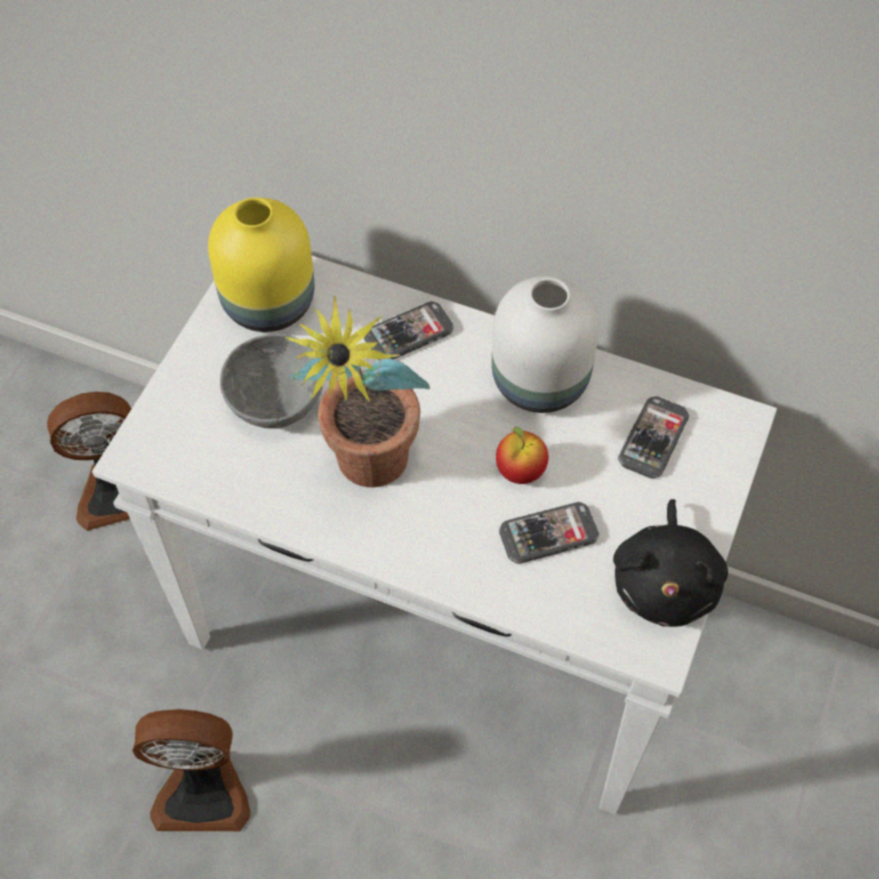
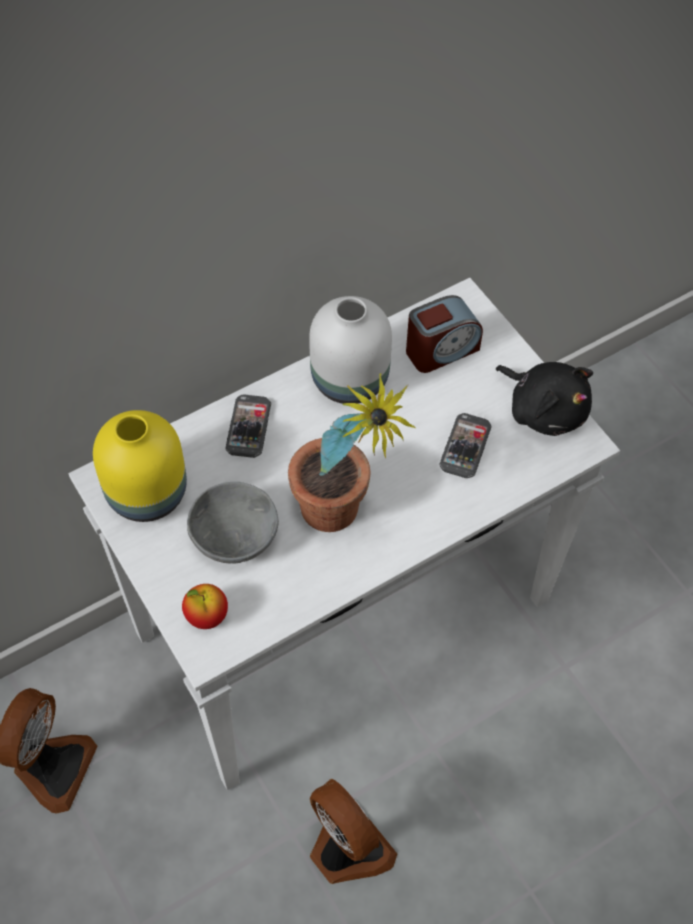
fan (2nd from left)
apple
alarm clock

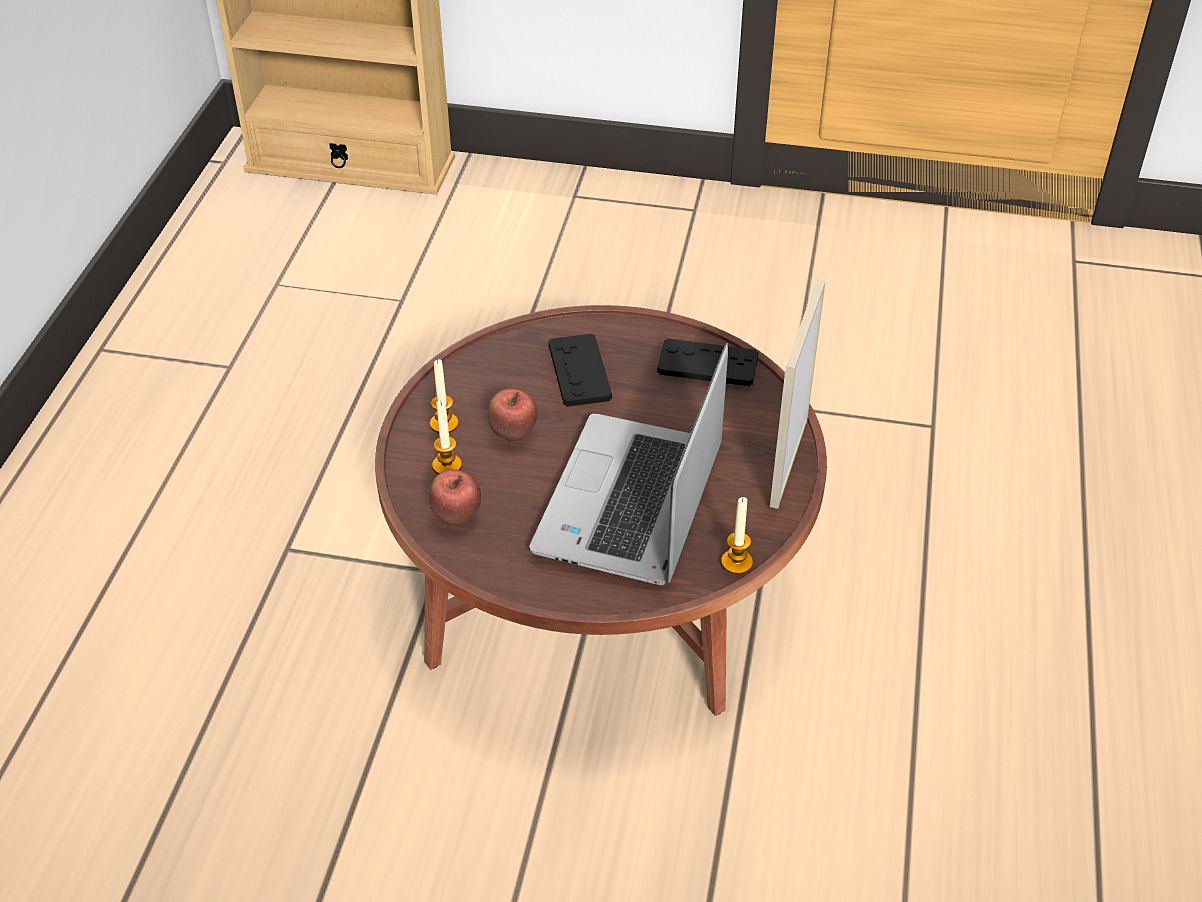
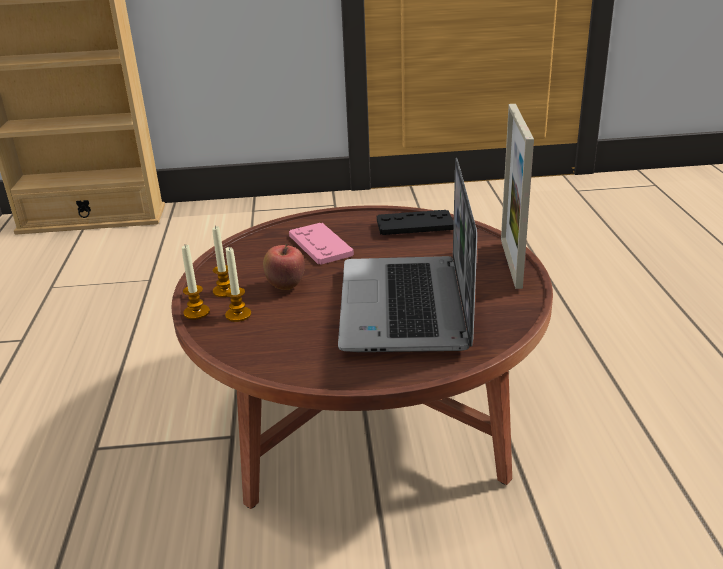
apple (1st from left in the first image)
game controller/pink
candle (1st from left)

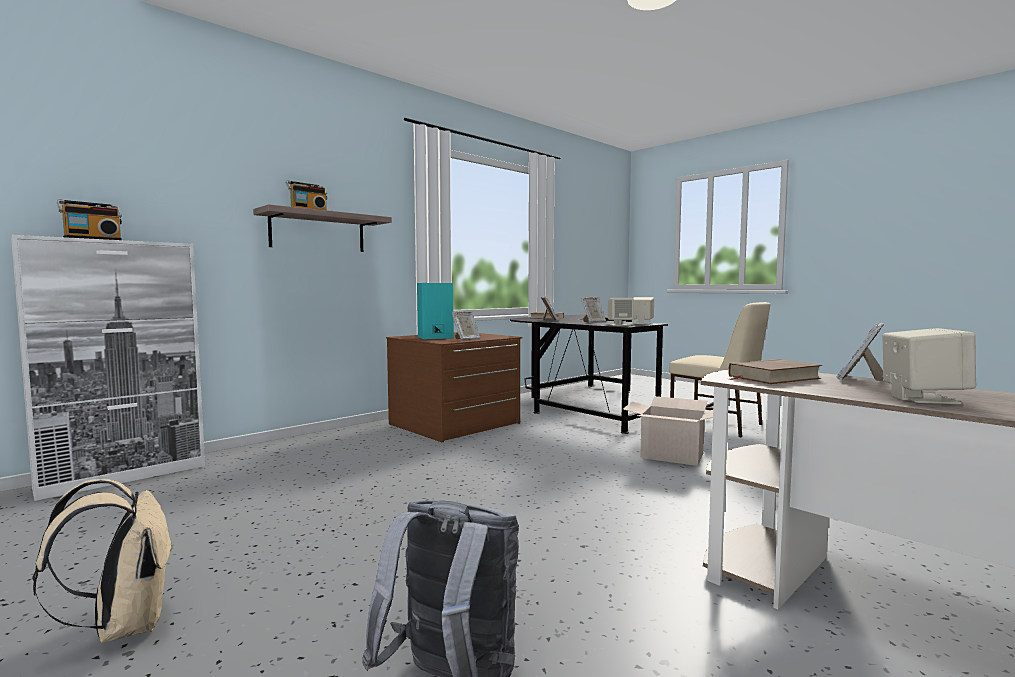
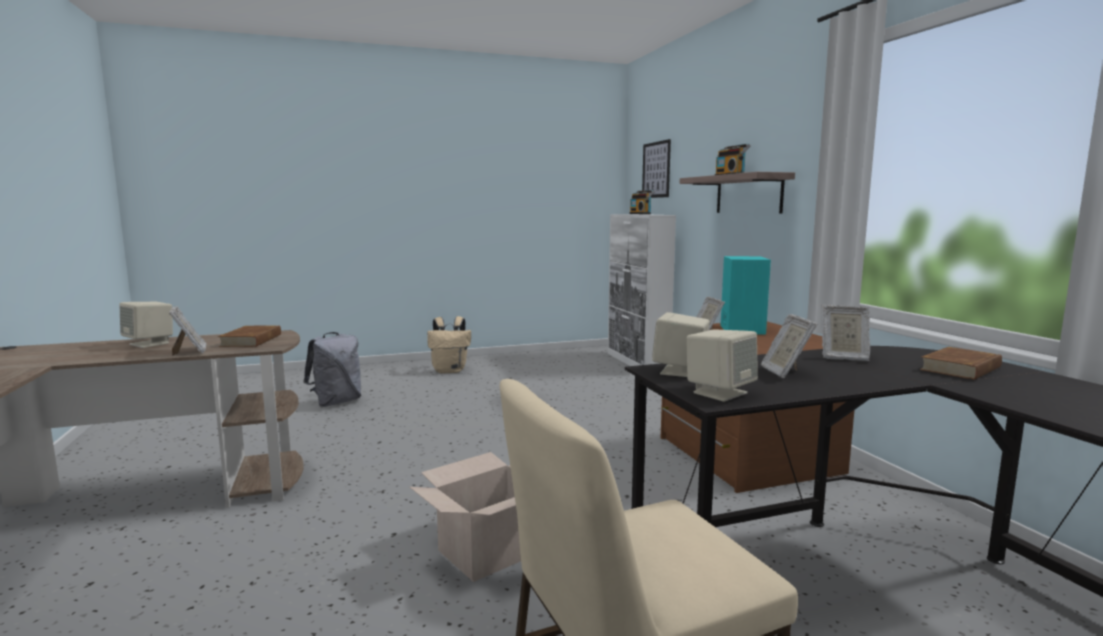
picture

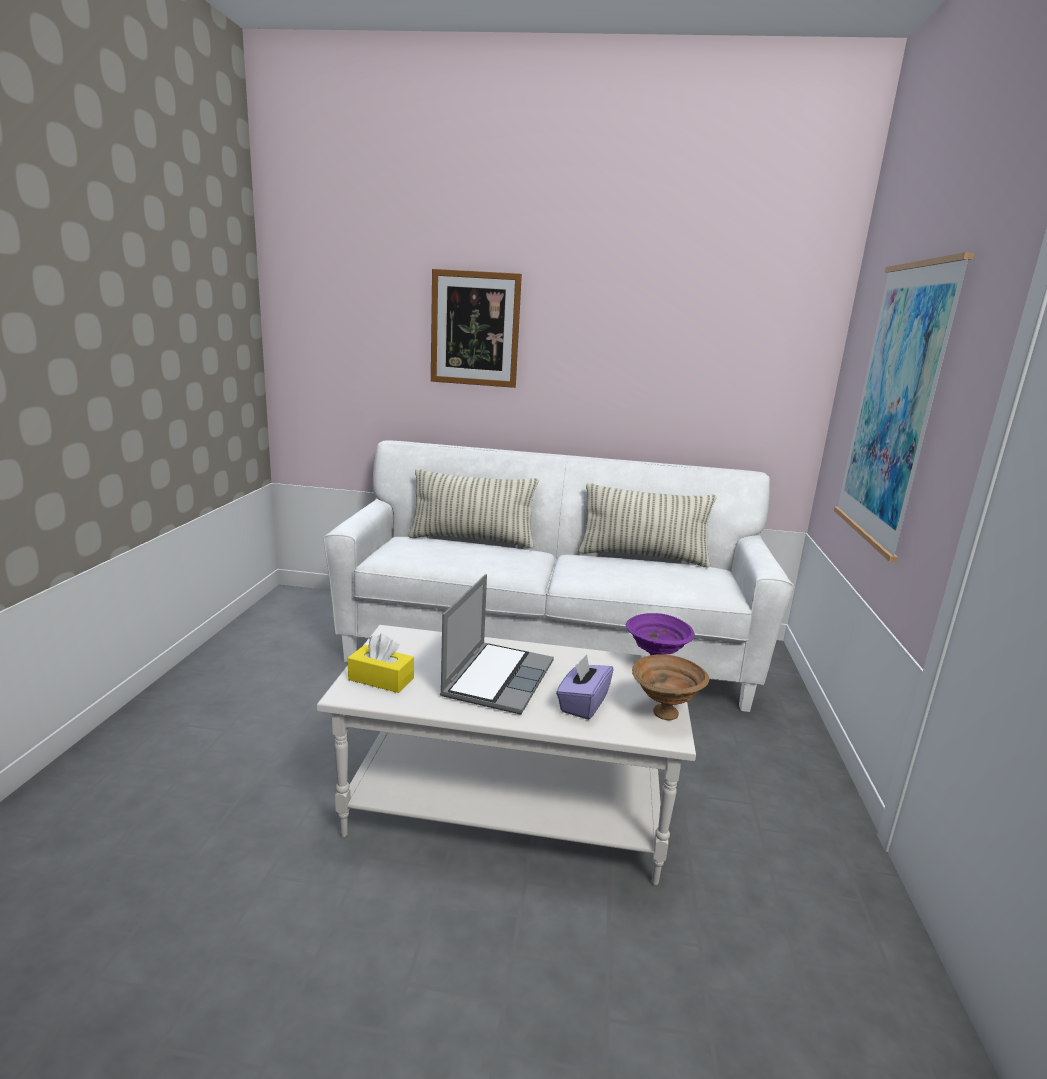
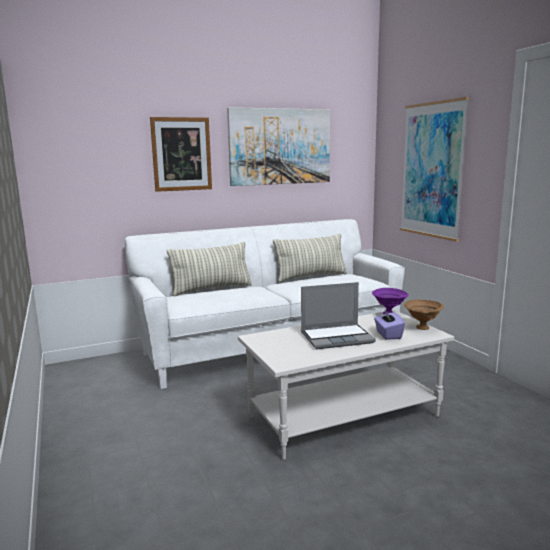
tissue box/yellow
laptop
picture (2nd from left)

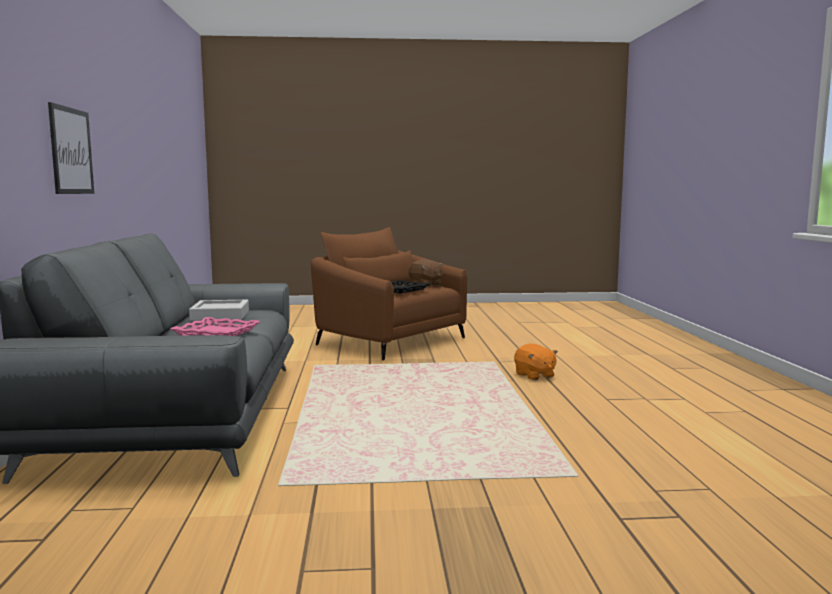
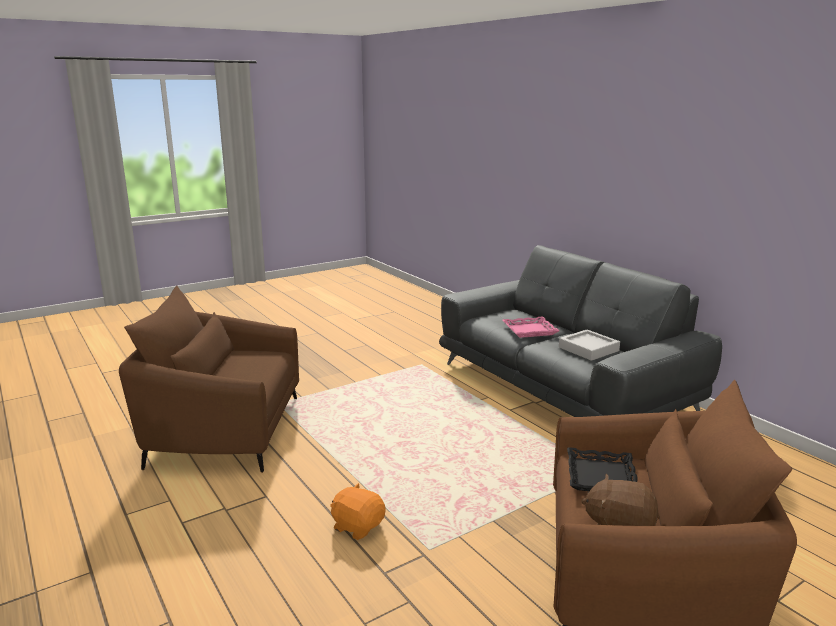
picture
armchair/brown (1st from left)

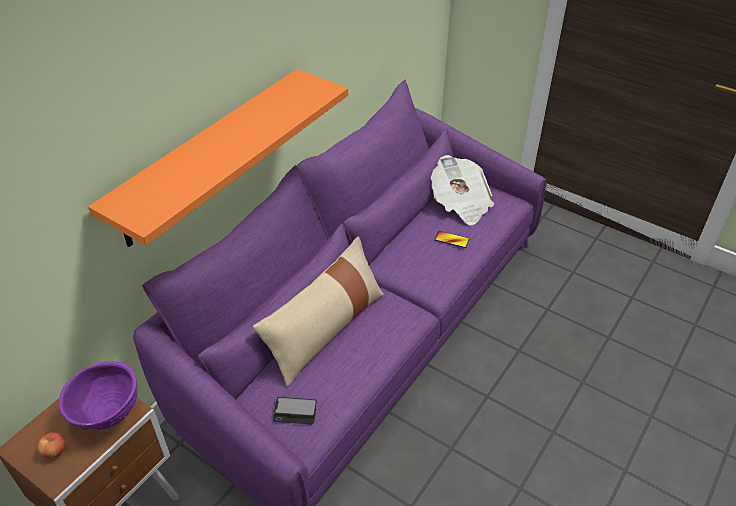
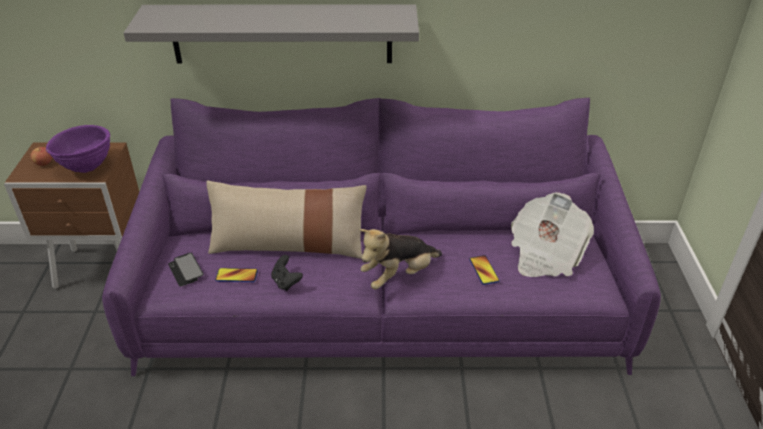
shelf/grey
phone (2nd from left)
game controller/black
plush toy

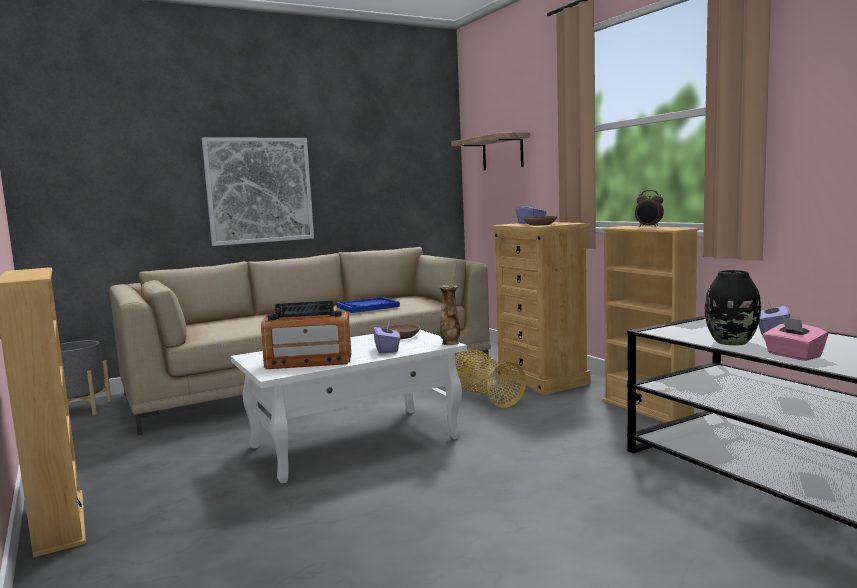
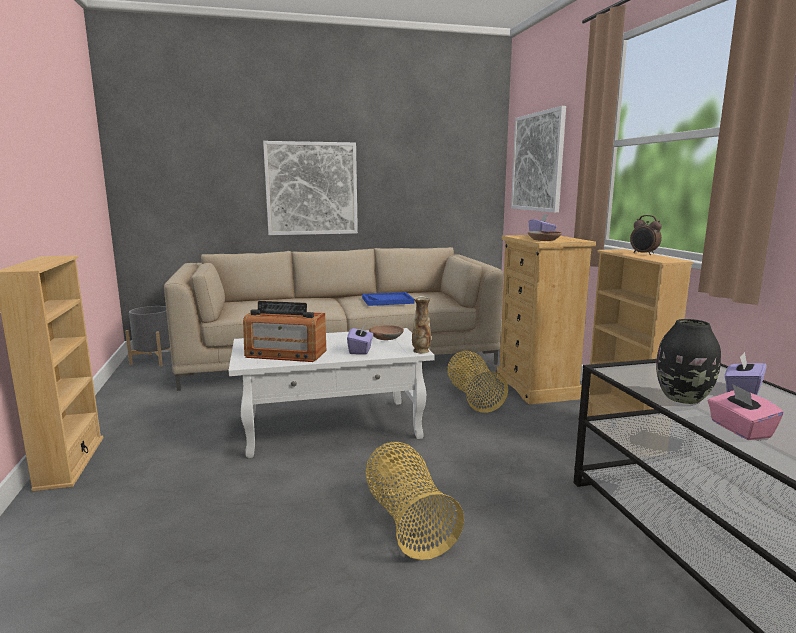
picture (2nd from left)
basket (1st from left)

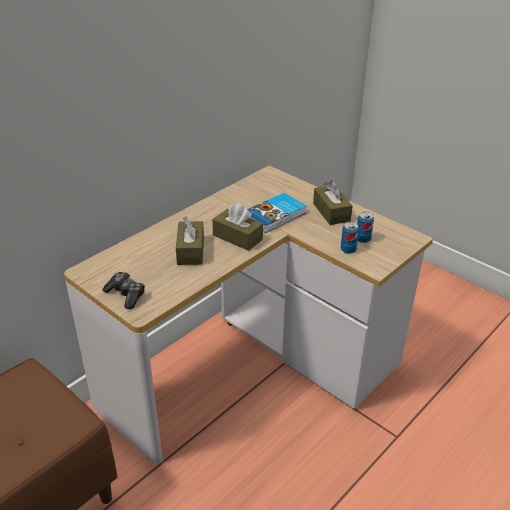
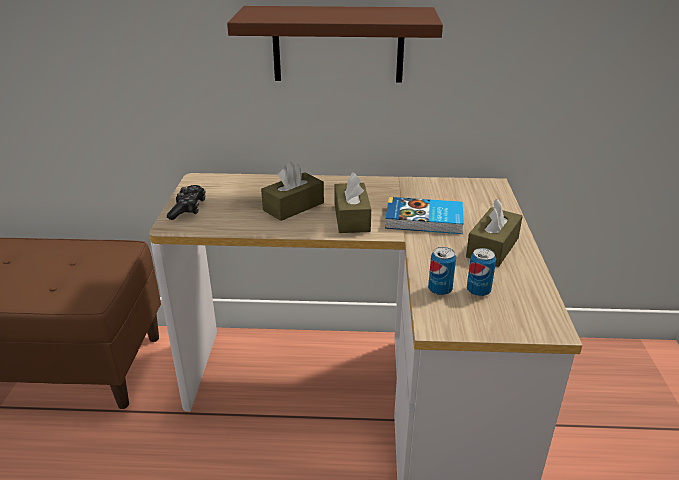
shelf/brown

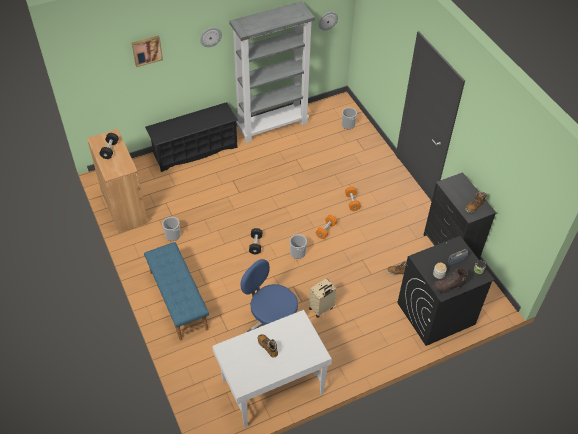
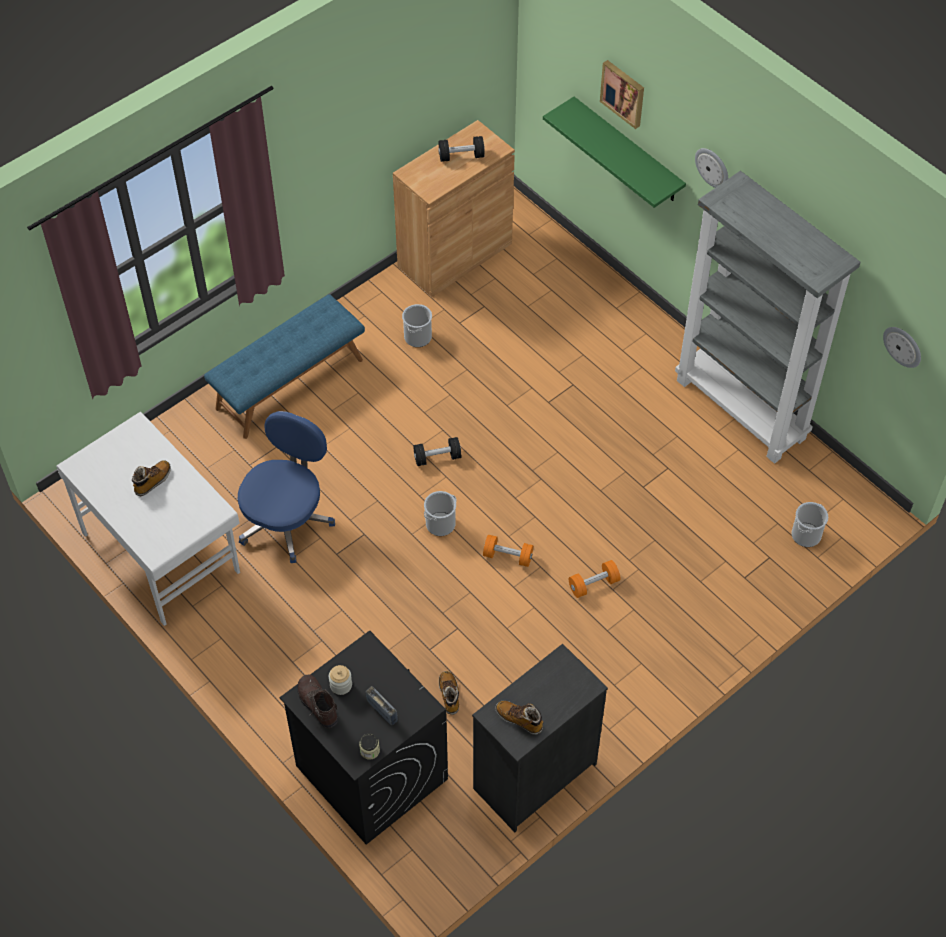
shoe rack/black
suitcase/beige
shelf/green

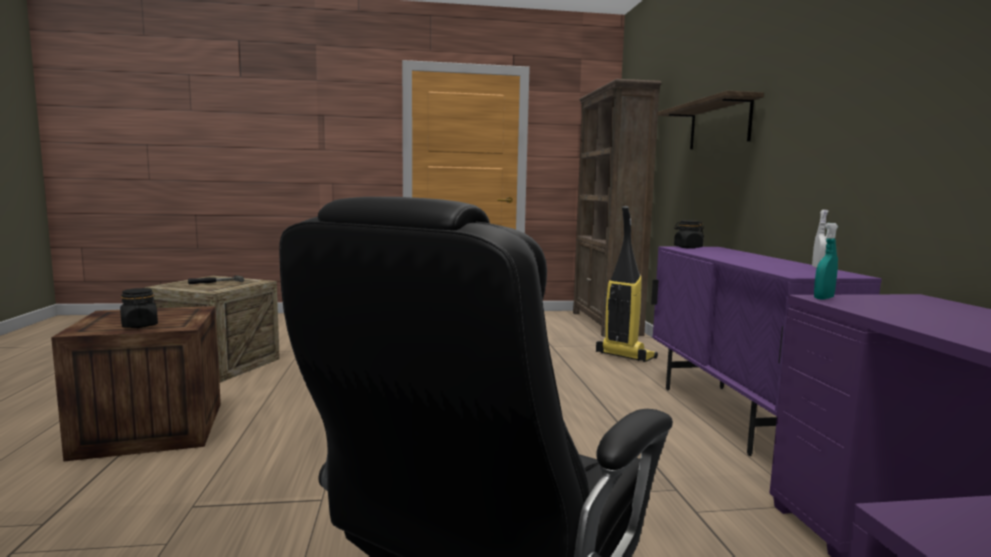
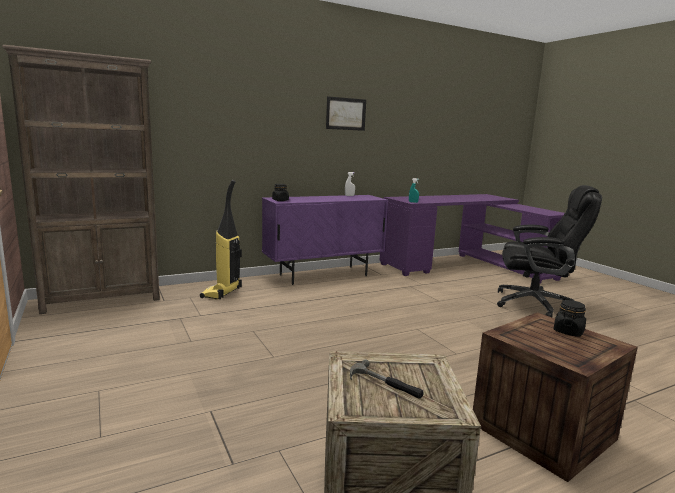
shelf
picture

